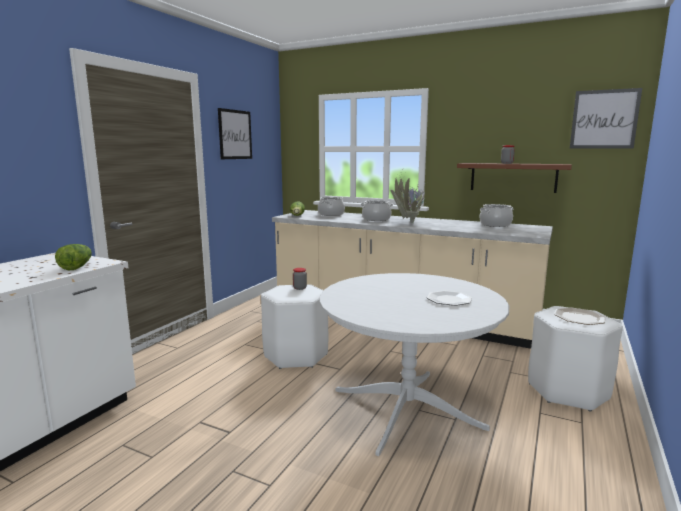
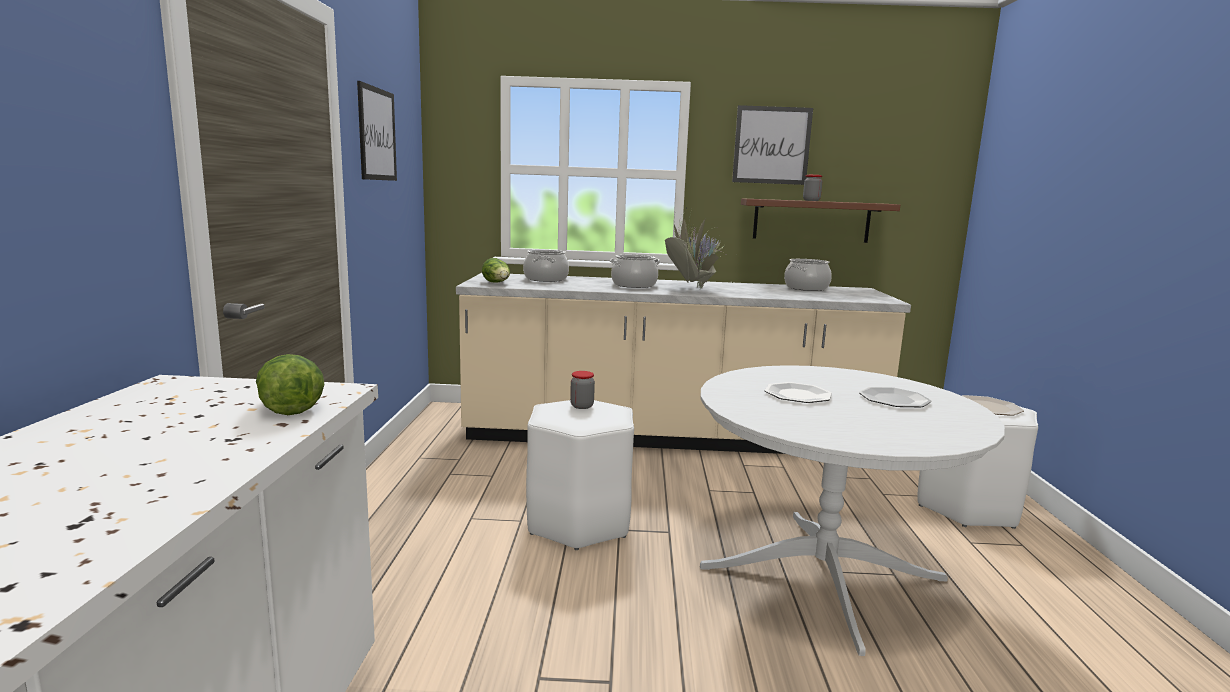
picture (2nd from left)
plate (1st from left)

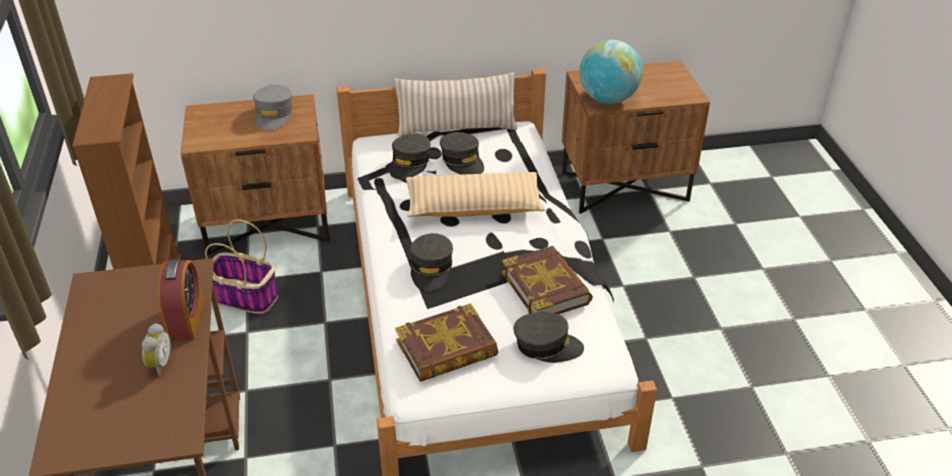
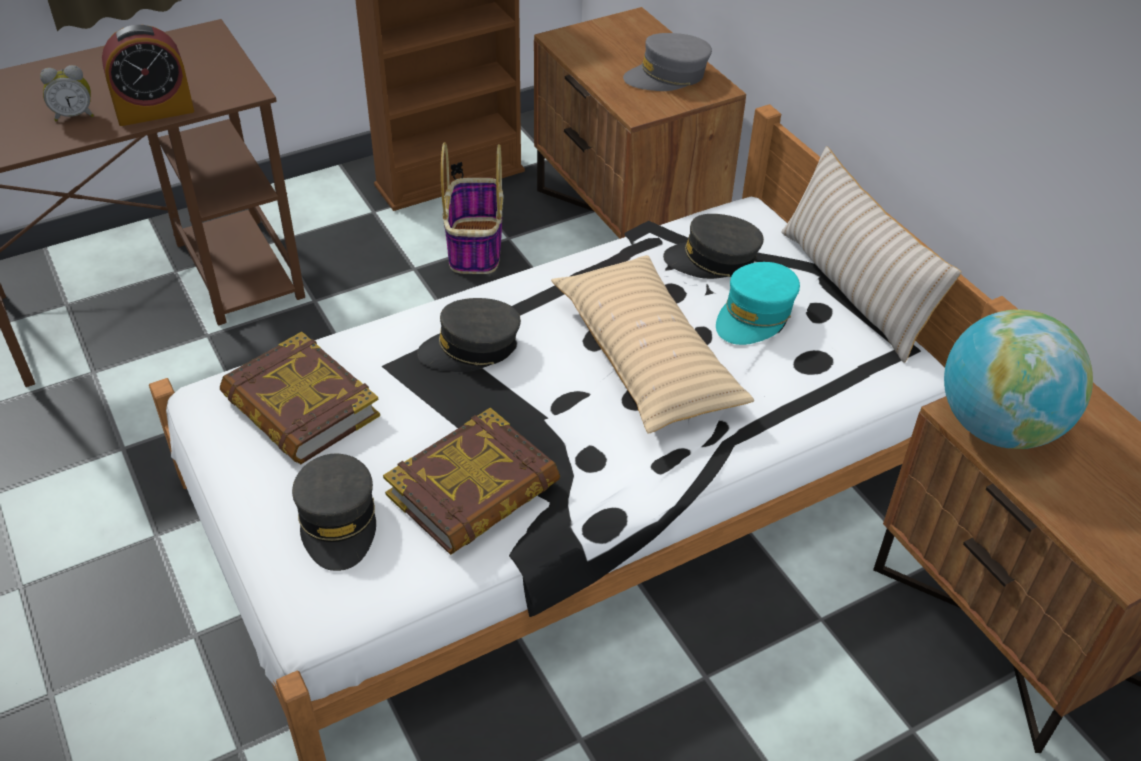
cap/turquoise

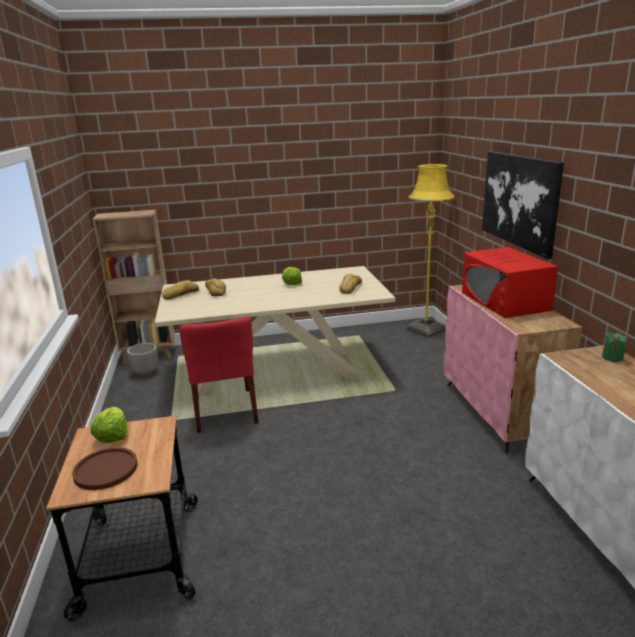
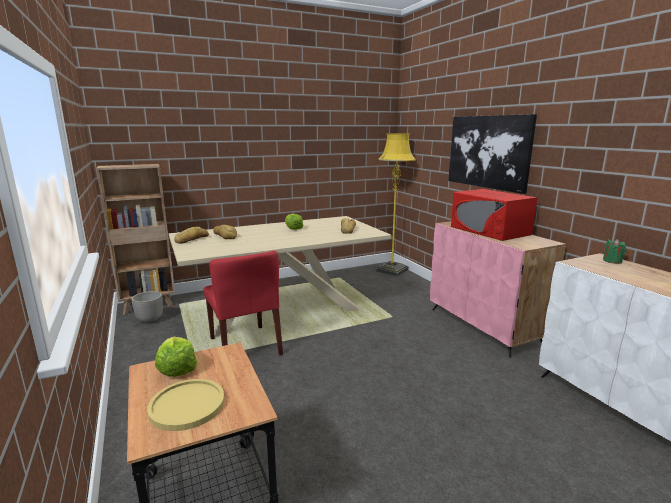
plate/yellow

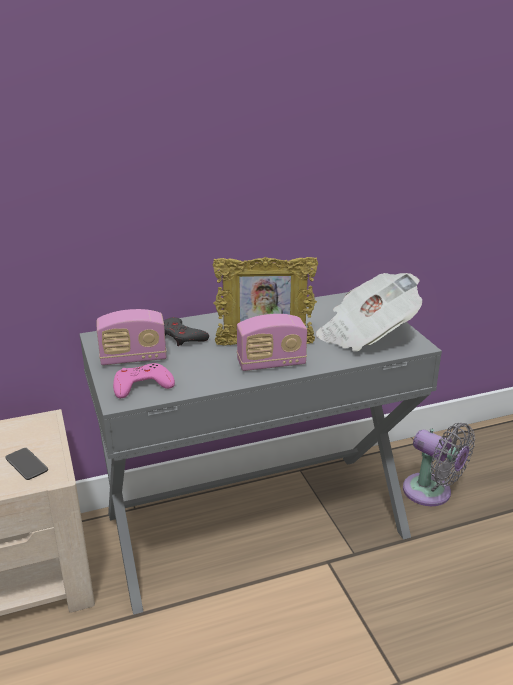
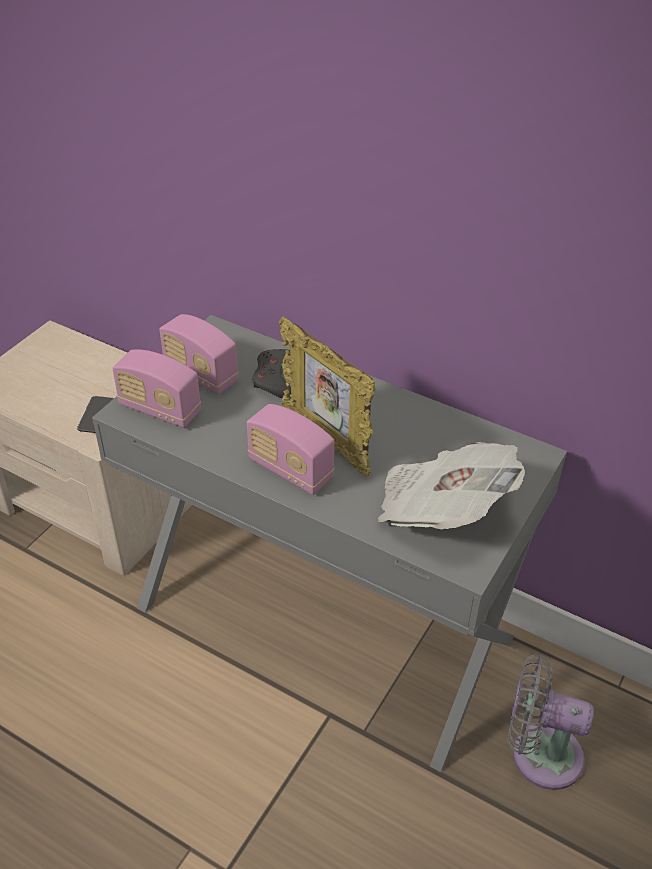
radio (1st from left)
fan/grey

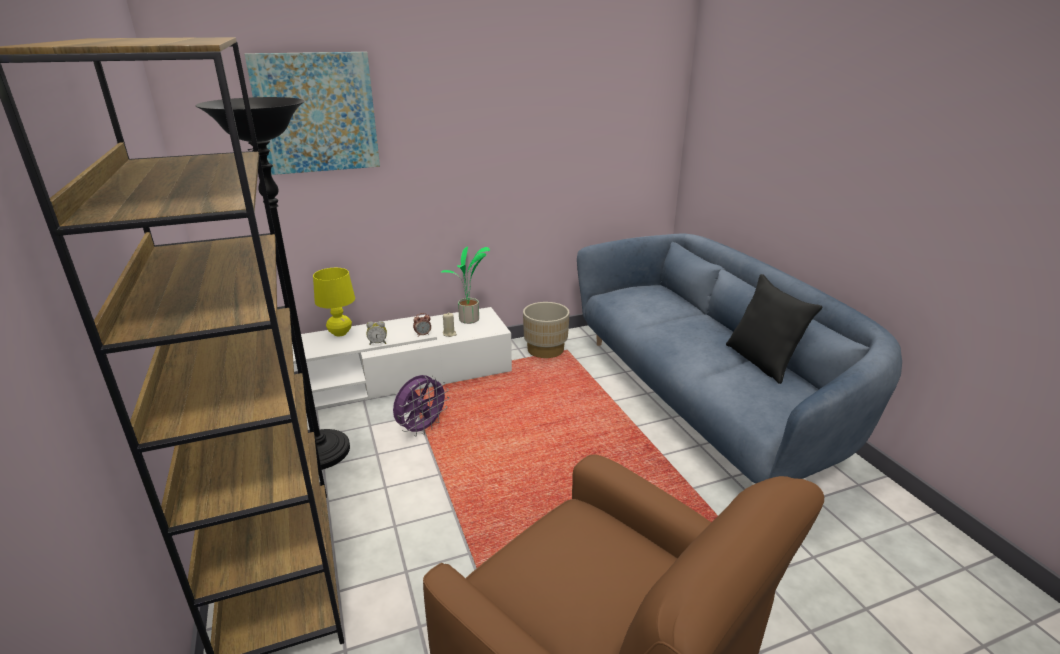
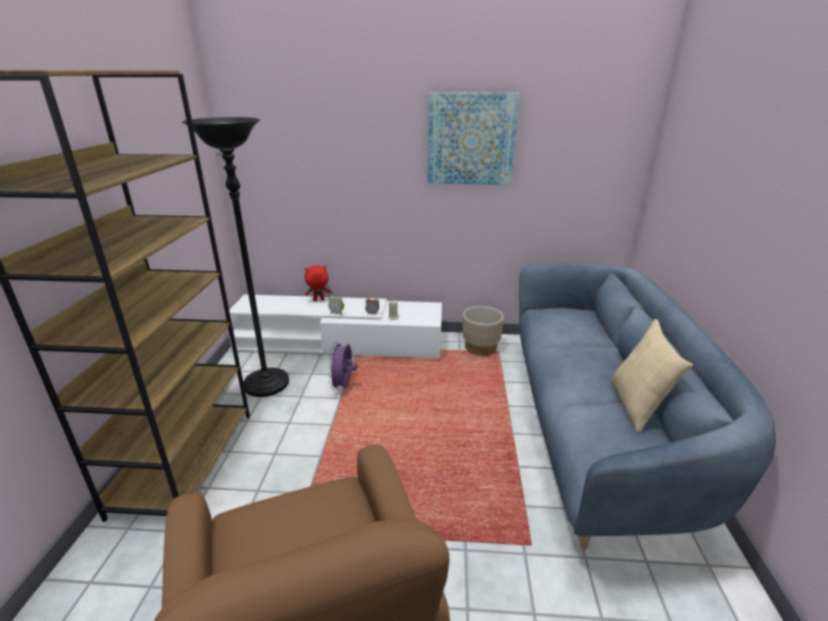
picture
plush toy/red
fan/purple
potted plant
pillow/beige

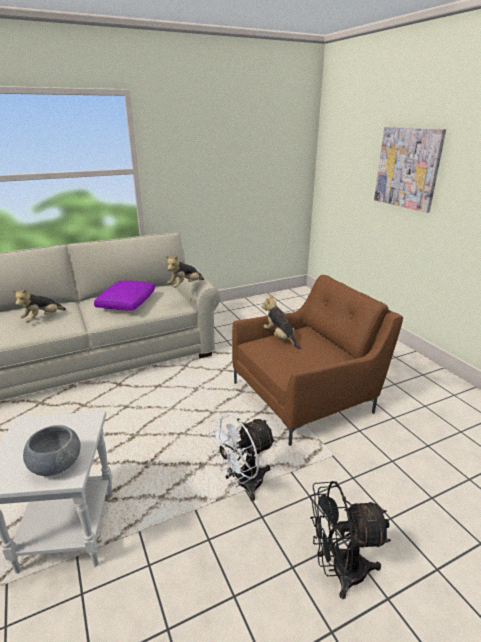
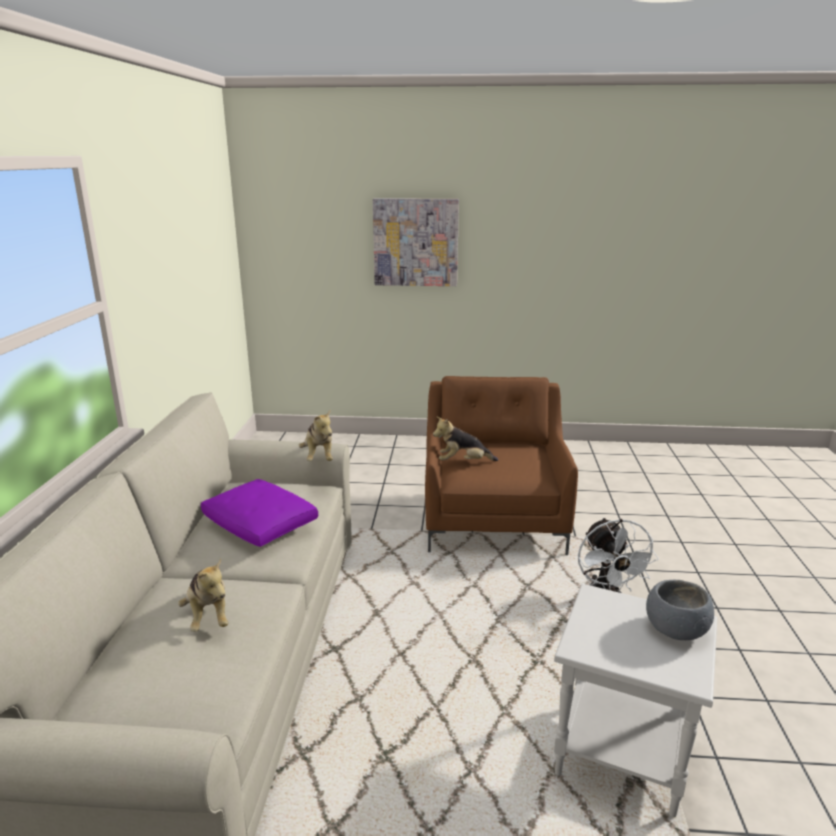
fan/black

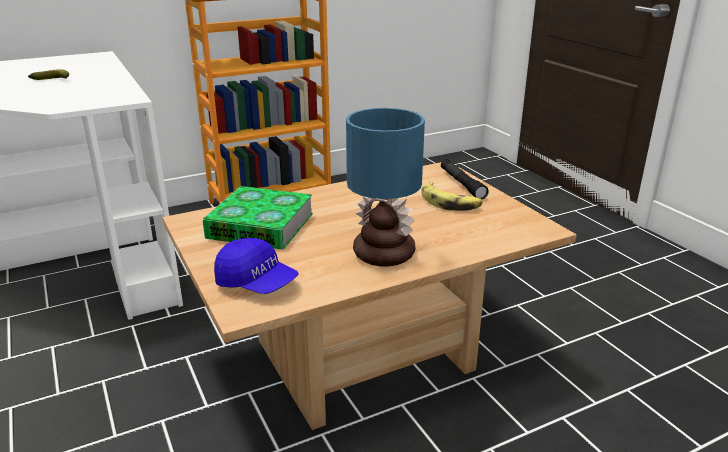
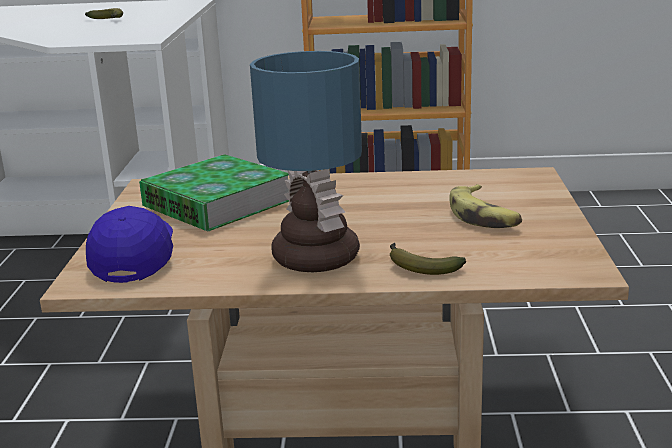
cap/blue
flashlight/black
banana (2nd from left)

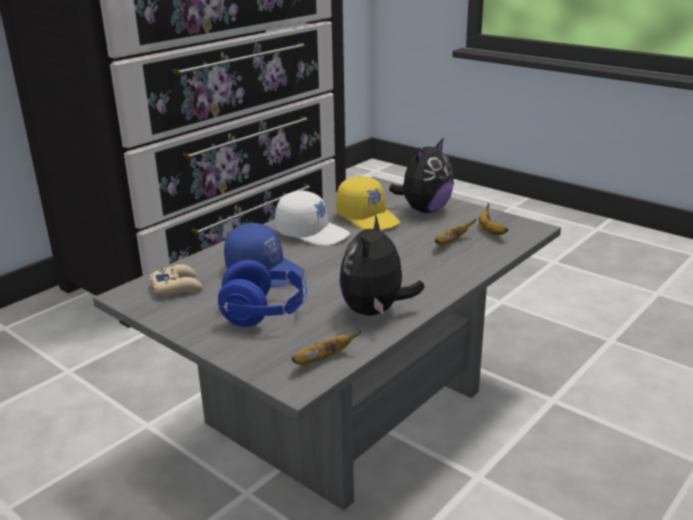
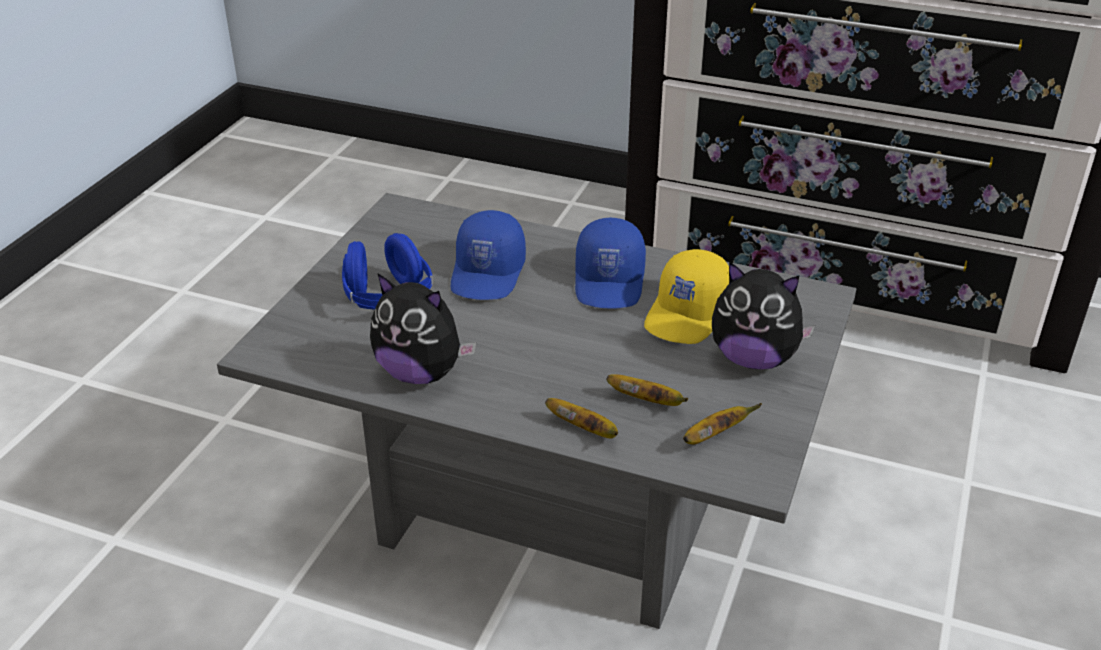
game controller/beige
cap/blue (2nd from left)
banana (1st from left)
plush toy (1st from left)

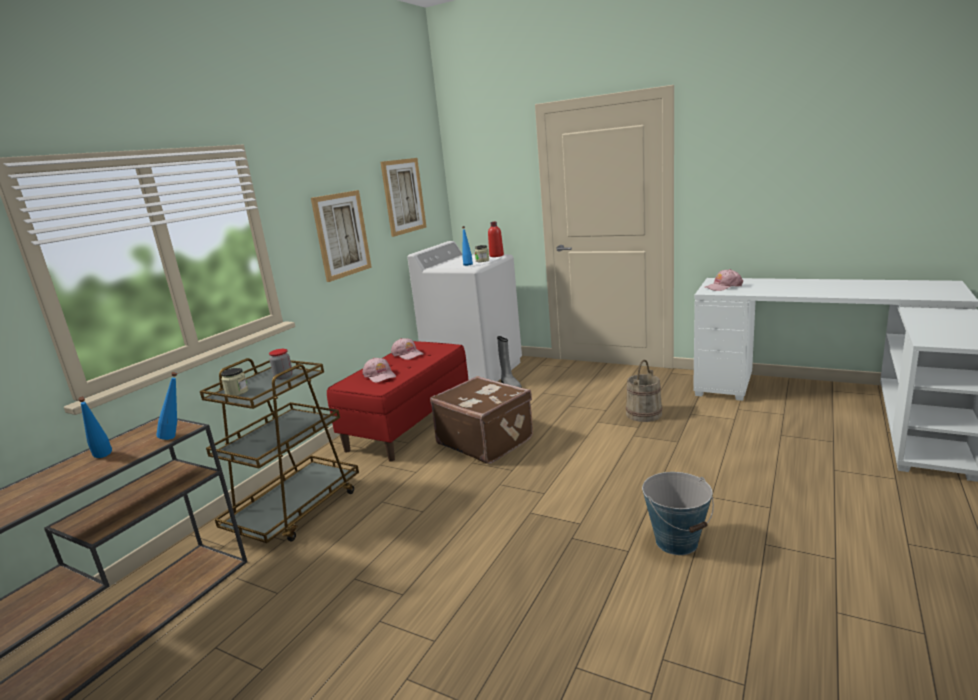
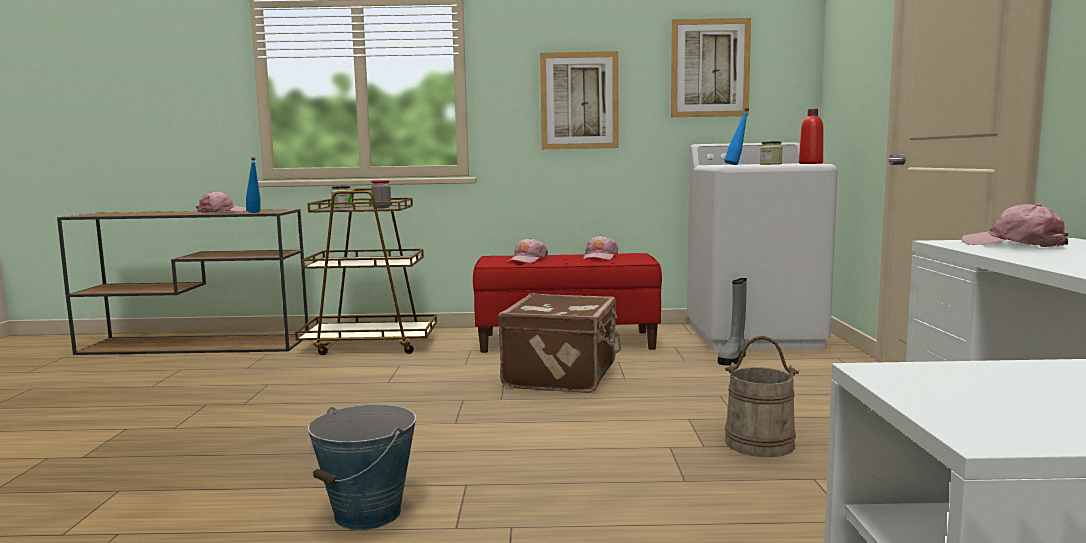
cap/pink (1st from left)

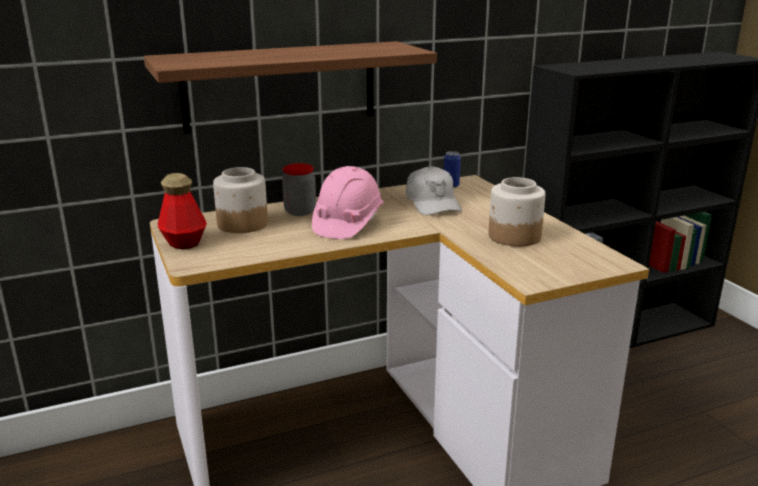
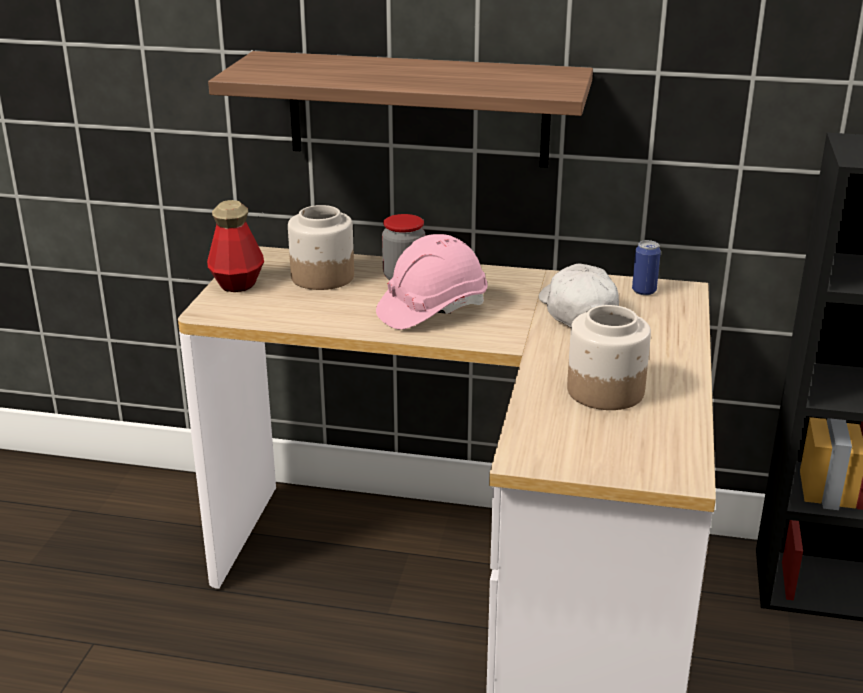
cap/white

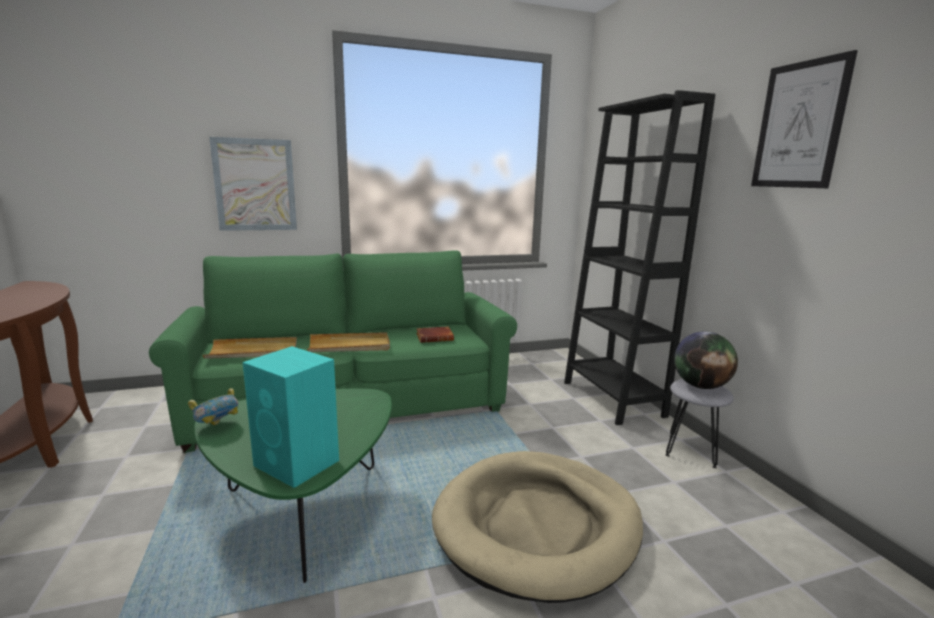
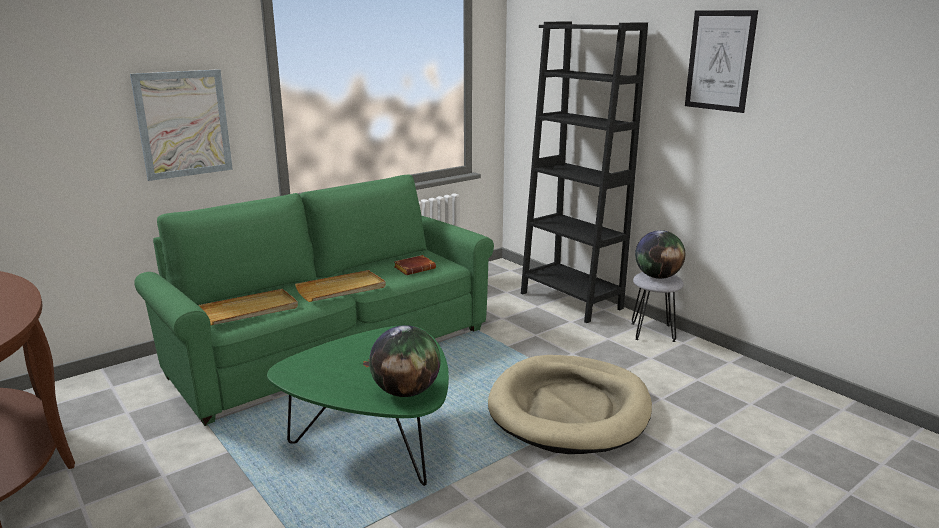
bowl
globe (1st from left)

